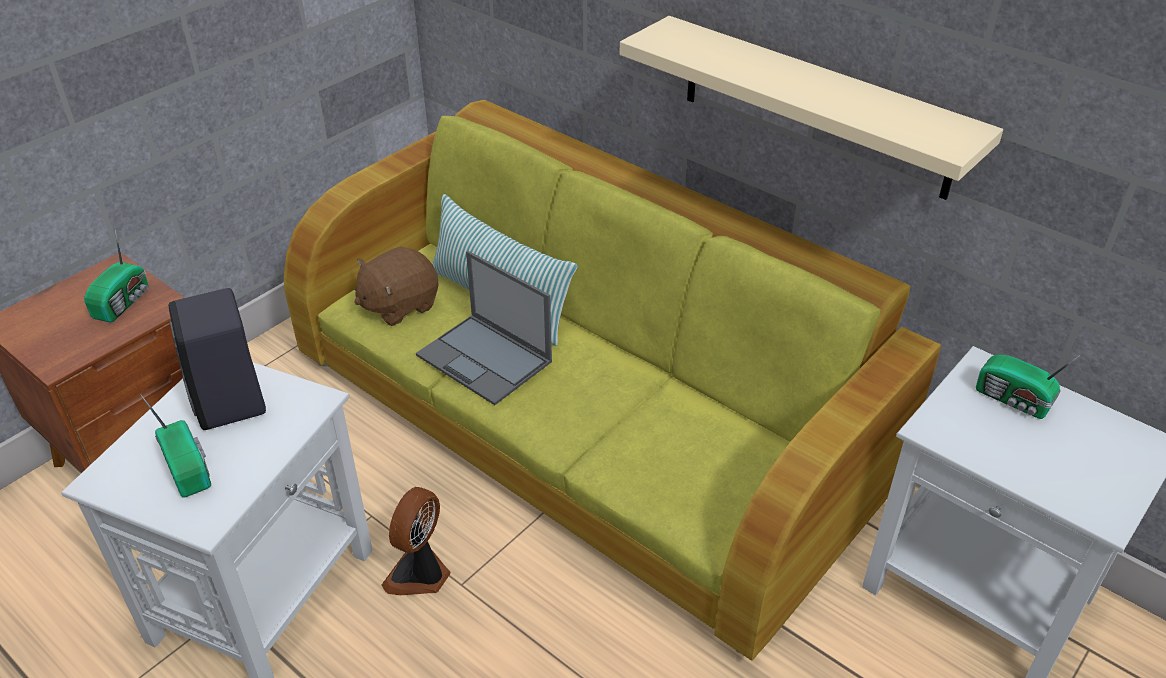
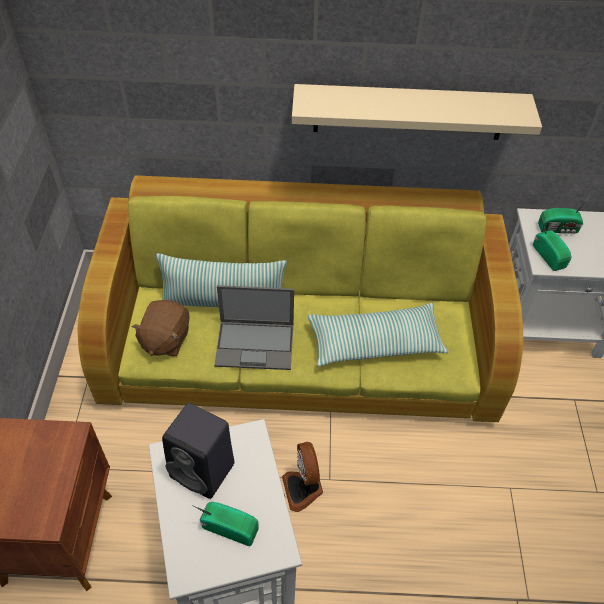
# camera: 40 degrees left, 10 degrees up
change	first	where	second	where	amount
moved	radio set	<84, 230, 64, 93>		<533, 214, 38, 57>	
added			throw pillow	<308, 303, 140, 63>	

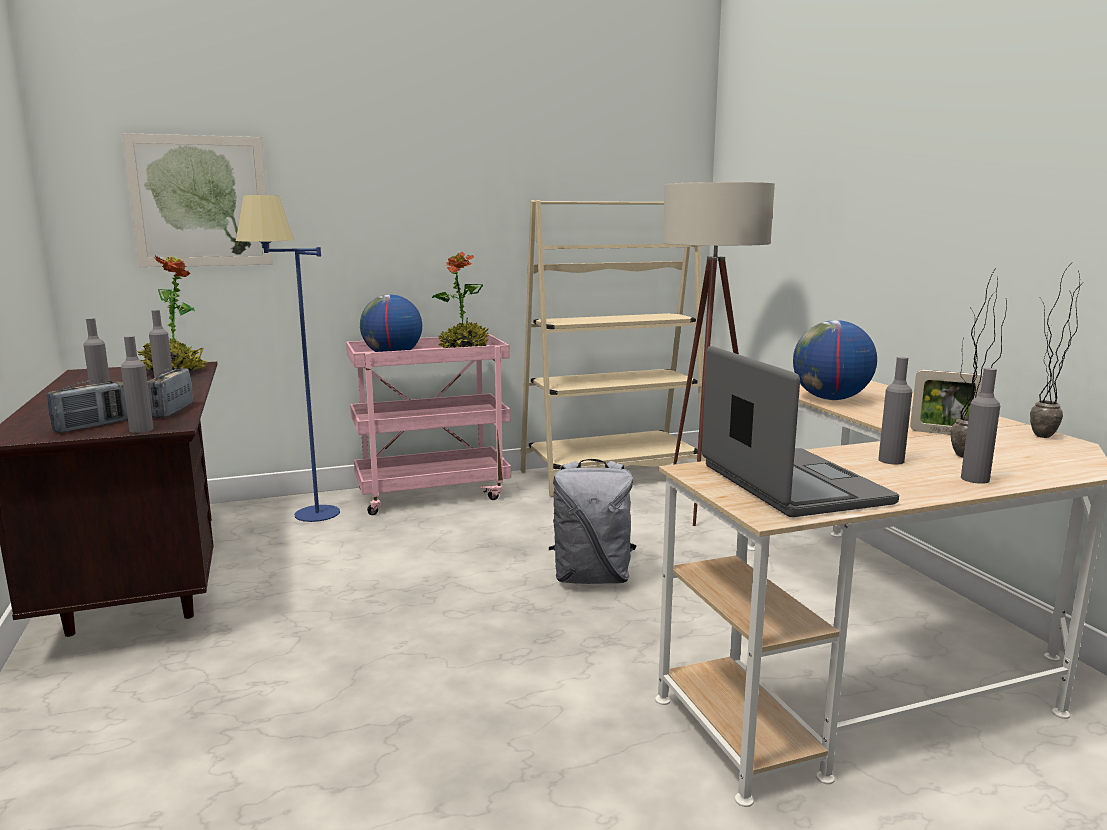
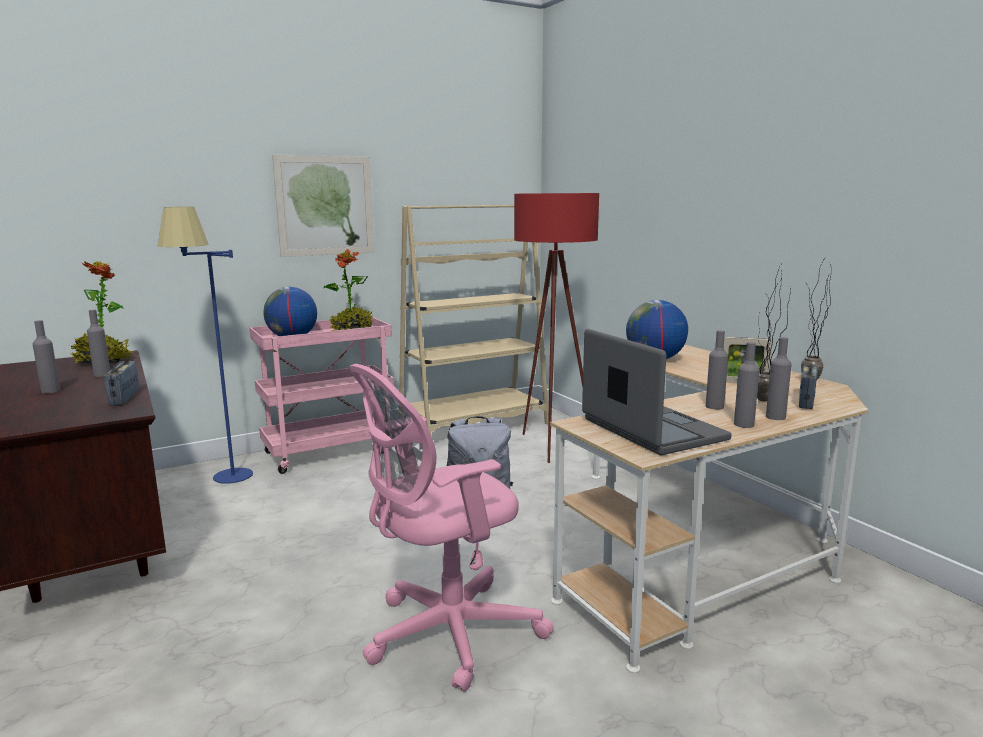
# camera: 10 degrees left, 0 degrees up
change	first	where	second	where	amount
moved	wall picture	<122, 133, 151, 134>		<272, 155, 102, 102>	
recoloured	standard lamp/beige	<663, 182, 112, 344>	standard lamp/reddish	<514, 193, 85, 270>	
moved	bottle/gray	<121, 336, 33, 97>		<734, 342, 25, 86>	
moved	radio set	<47, 380, 81, 53>		<799, 364, 18, 45>	
added			desk chair/pink	<349, 364, 205, 328>	

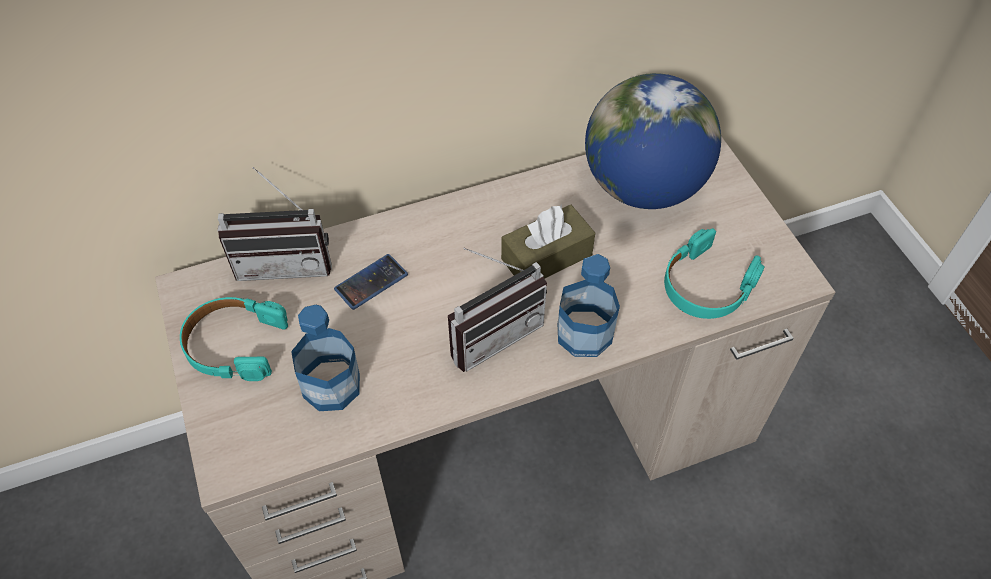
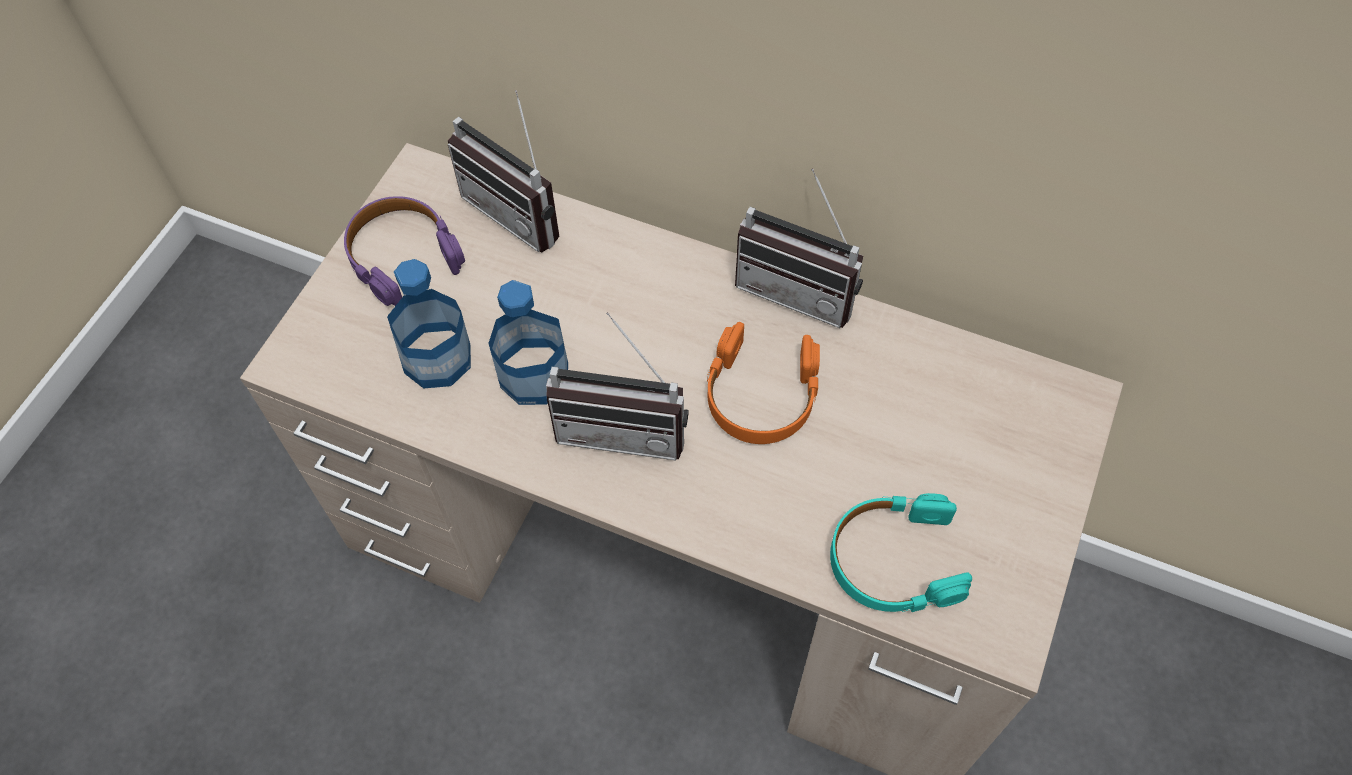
# camera: 45 degrees right, 5 degrees up
change	first	where	second	where	amount
removed	world globe	<585, 73, 136, 136>			
replaced	tissue holder/brown	<501, 204, 94, 75>	headset/orange-coloured	<707, 322, 113, 122>	
removed	telephone	<334, 254, 74, 56>			
moved	bottle	<558, 254, 62, 103>		<488, 280, 80, 125>	
recoloured	headset/turquoise-coloured	<180, 297, 108, 84>	headset/purplish	<344, 196, 121, 110>	
added			radio set	<735, 169, 128, 159>	

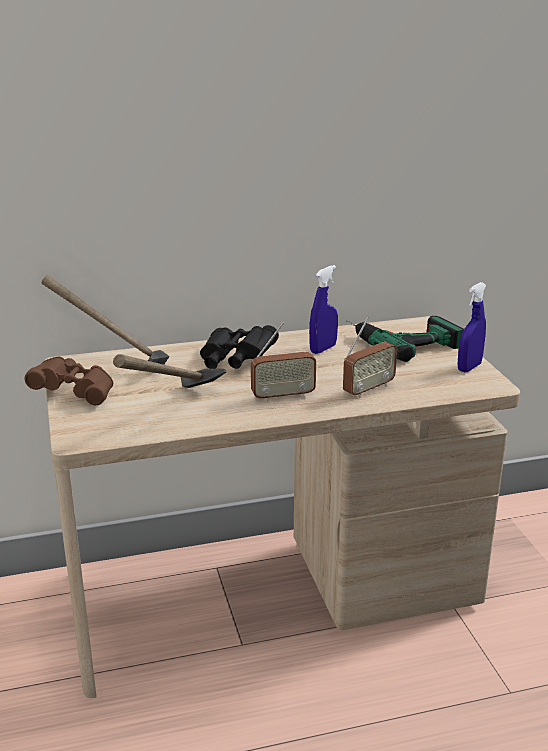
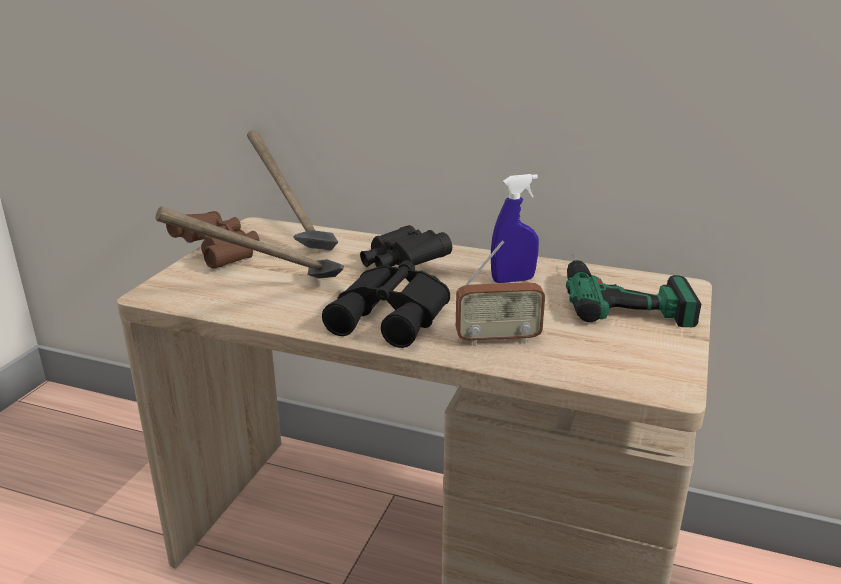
# camera: 35 degrees right, 0 degrees up
change	first	where	second	where	amount
removed	spray bottle/bluish	<458, 282, 29, 90>			
replaced	radio set	<251, 322, 65, 80>	pair of binoculars/blackish	<322, 260, 128, 88>	

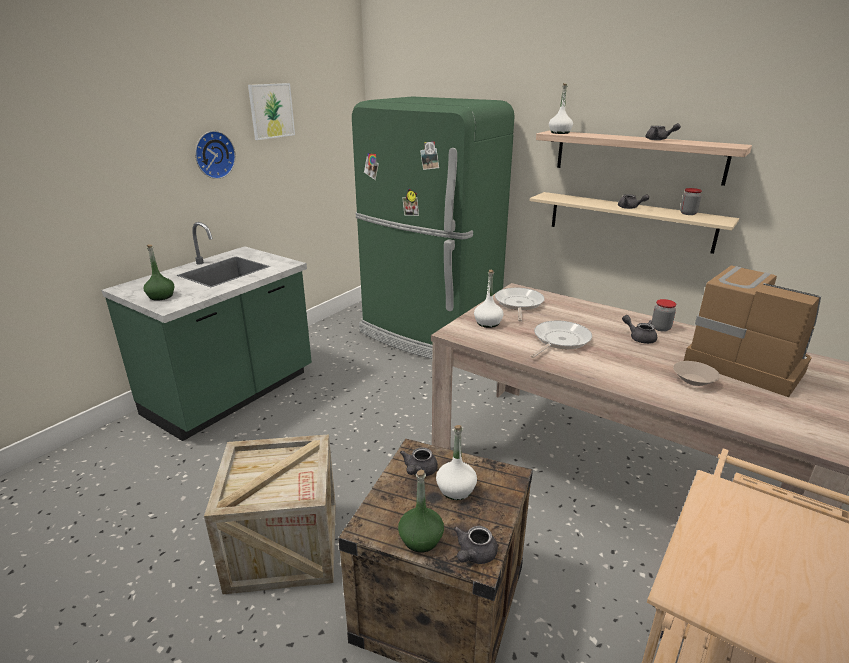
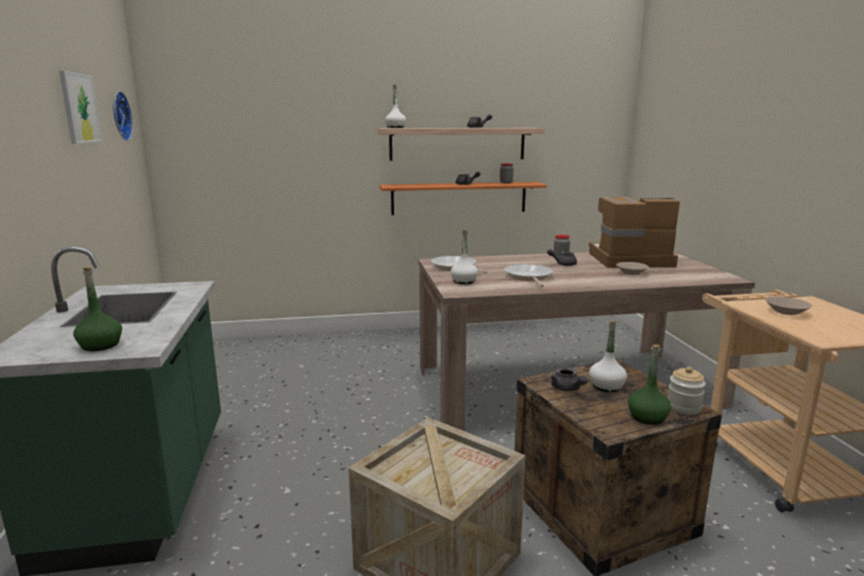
# camera: 45 degrees left, 10 degrees down
change	first	where	second	where	amount
removed	kitchen fridge/green	<352, 96, 162, 263>			
moved	wall clock	<195, 131, 41, 48>		<113, 91, 20, 50>	
recoloured	bracket shelf/beige	<530, 192, 209, 62>	bracket shelf/orange-coloured	<379, 182, 168, 33>	
replaced	pot for tea/gray	<453, 526, 45, 38>	jar	<668, 367, 38, 48>	
added			serving bowl/beige	<765, 297, 47, 18>	

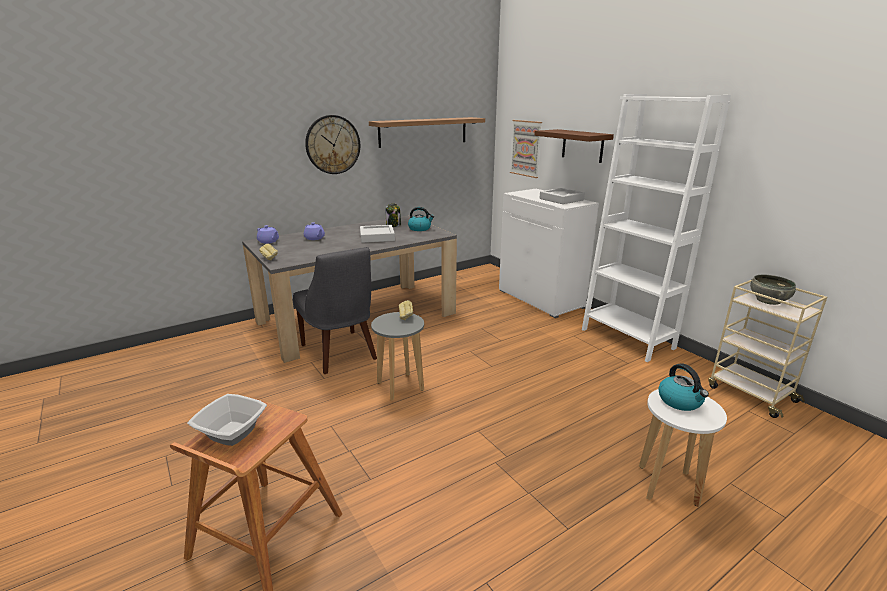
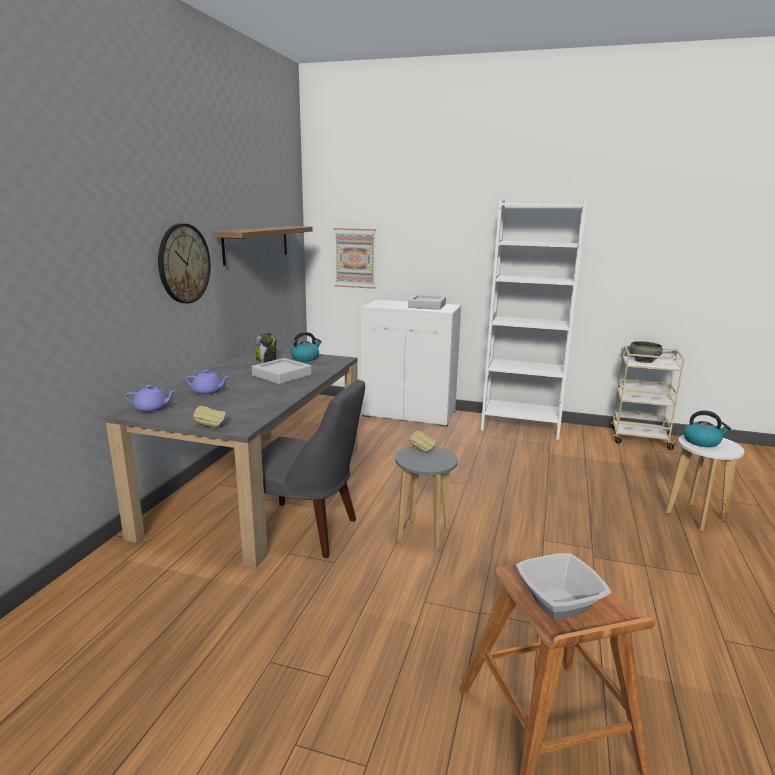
# camera: 40 degrees left, 5 degrees down
change	first	where	second	where	amount
removed	bracket shelf/brown	<534, 129, 80, 34>			

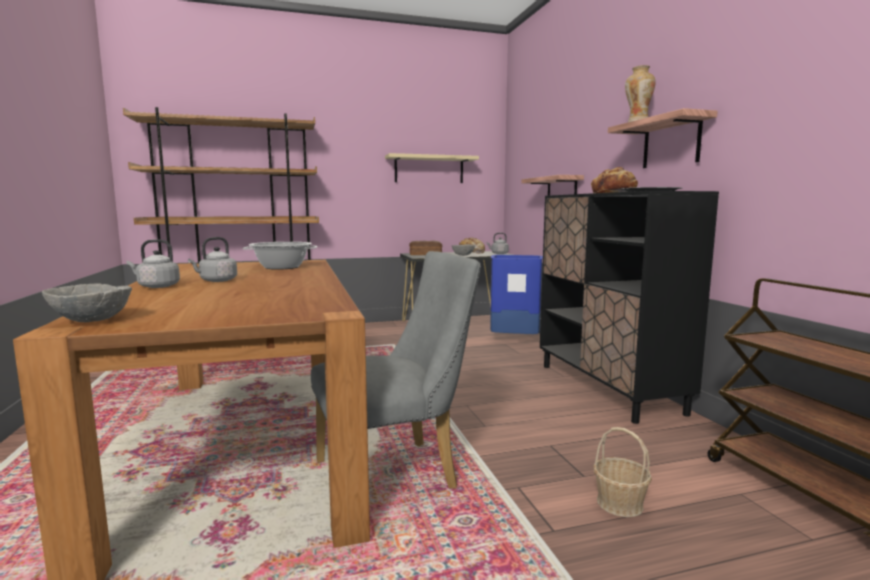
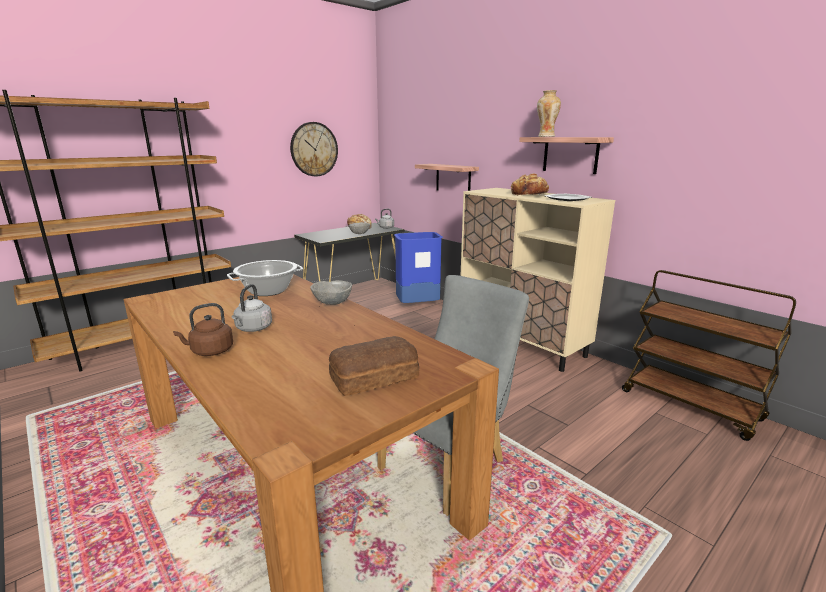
# camera: 25 degrees left, 10 degrees up
change	first	where	second	where	amount
replaced	bracket shelf/beige	<385, 153, 94, 30>	wall clock	<290, 122, 48, 54>	
recoloured	cabinet/blackish	<540, 191, 179, 233>	cabinet/beige	<461, 188, 154, 184>	
recoloured	kettle/gray	<127, 239, 53, 49>	kettle/brown	<173, 303, 60, 53>	
moved	bakery bread	<409, 240, 33, 15>		<329, 336, 90, 60>	
moved	serving bowl/gray	<42, 284, 90, 38>		<310, 280, 42, 25>	
removed	basket	<593, 427, 59, 90>			

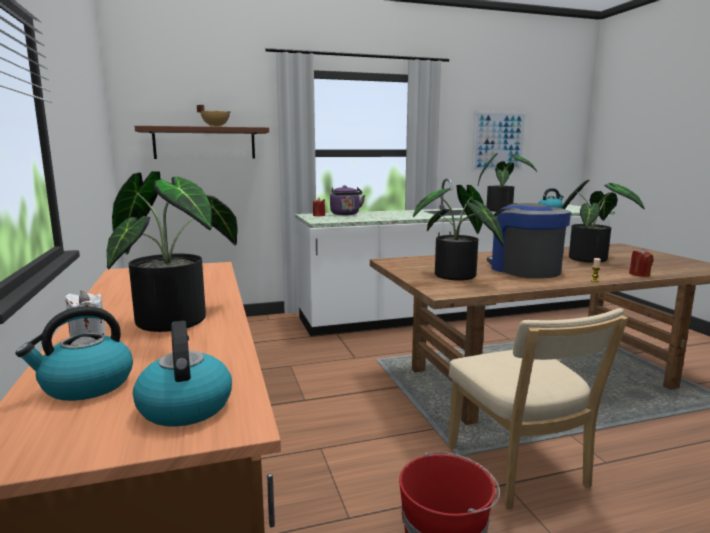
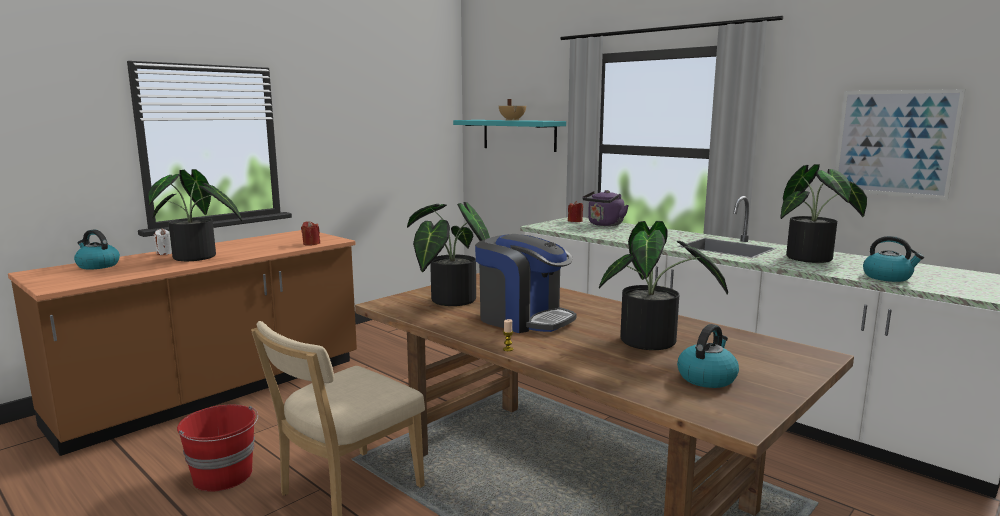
# camera: 60 degrees right, 0 degrees up
change	first	where	second	where	amount
recoloured	bracket shelf/brown	<135, 126, 134, 33>	bracket shelf/turquoise-coloured	<453, 120, 113, 32>	
turned	coffee machine	<487, 203, 84, 75>		<475, 234, 102, 99>	90 degrees clockwise
moved	wax light/reddish	<629, 249, 25, 28>		<301, 221, 19, 24>	
moved	kettle	<133, 321, 99, 106>		<677, 324, 62, 64>	

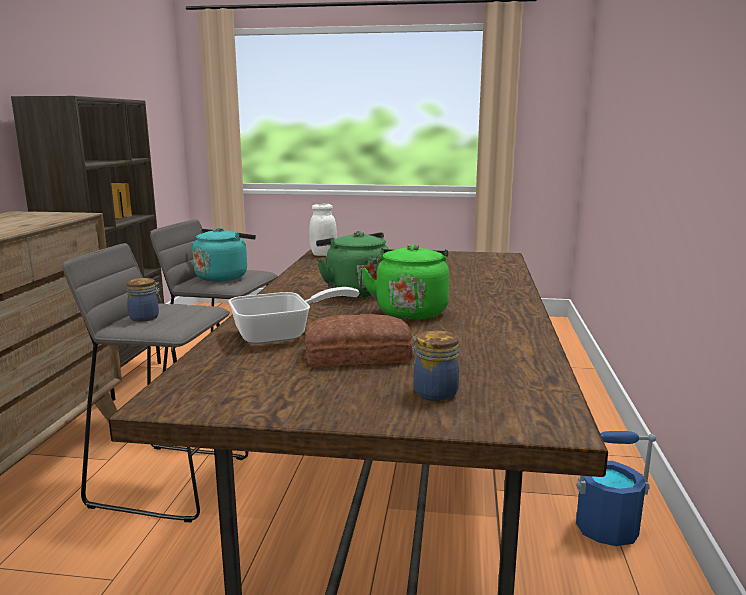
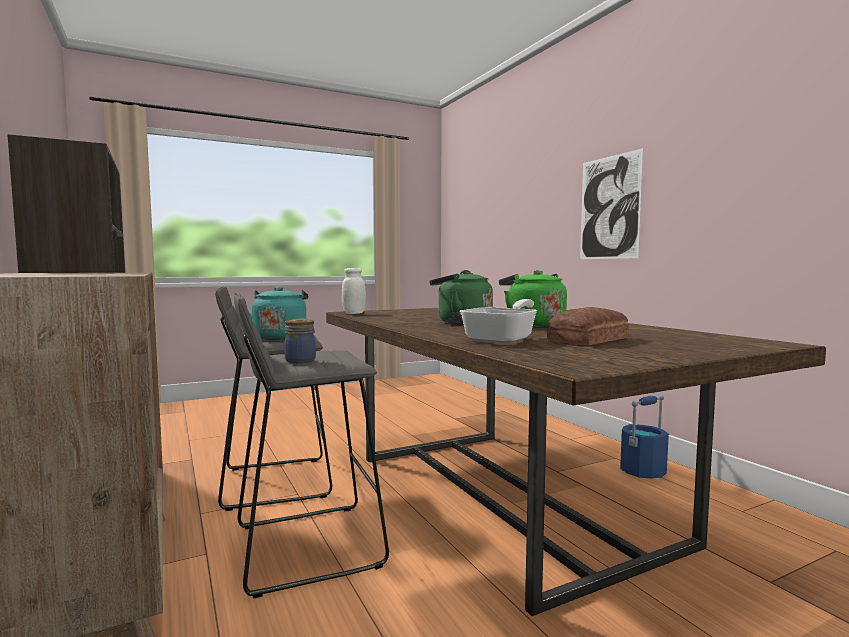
# camera: 35 degrees left, 10 degrees down
change	first	where	second	where	amount
removed	jar	<411, 331, 48, 70>			
added			wall picture	<580, 148, 63, 111>	

